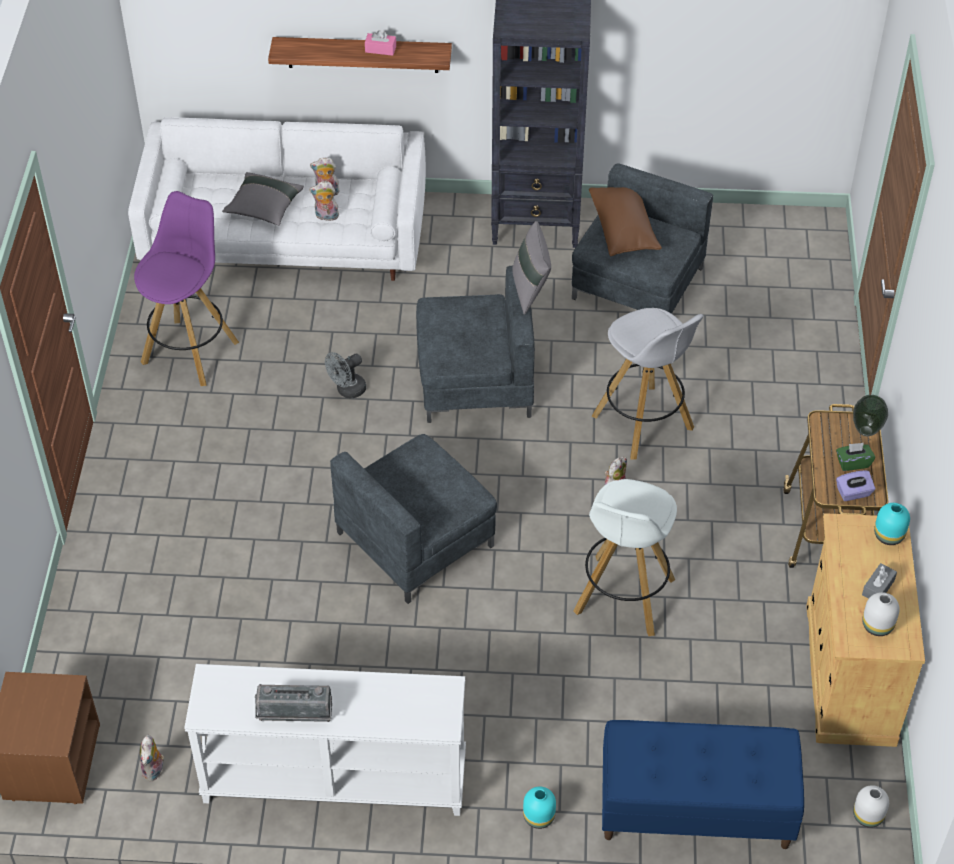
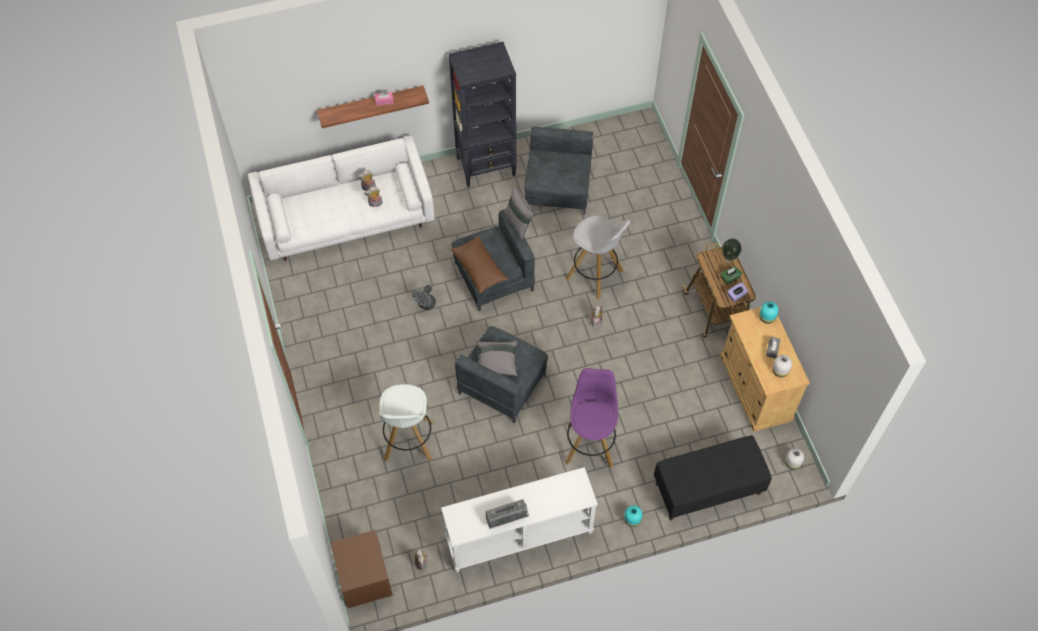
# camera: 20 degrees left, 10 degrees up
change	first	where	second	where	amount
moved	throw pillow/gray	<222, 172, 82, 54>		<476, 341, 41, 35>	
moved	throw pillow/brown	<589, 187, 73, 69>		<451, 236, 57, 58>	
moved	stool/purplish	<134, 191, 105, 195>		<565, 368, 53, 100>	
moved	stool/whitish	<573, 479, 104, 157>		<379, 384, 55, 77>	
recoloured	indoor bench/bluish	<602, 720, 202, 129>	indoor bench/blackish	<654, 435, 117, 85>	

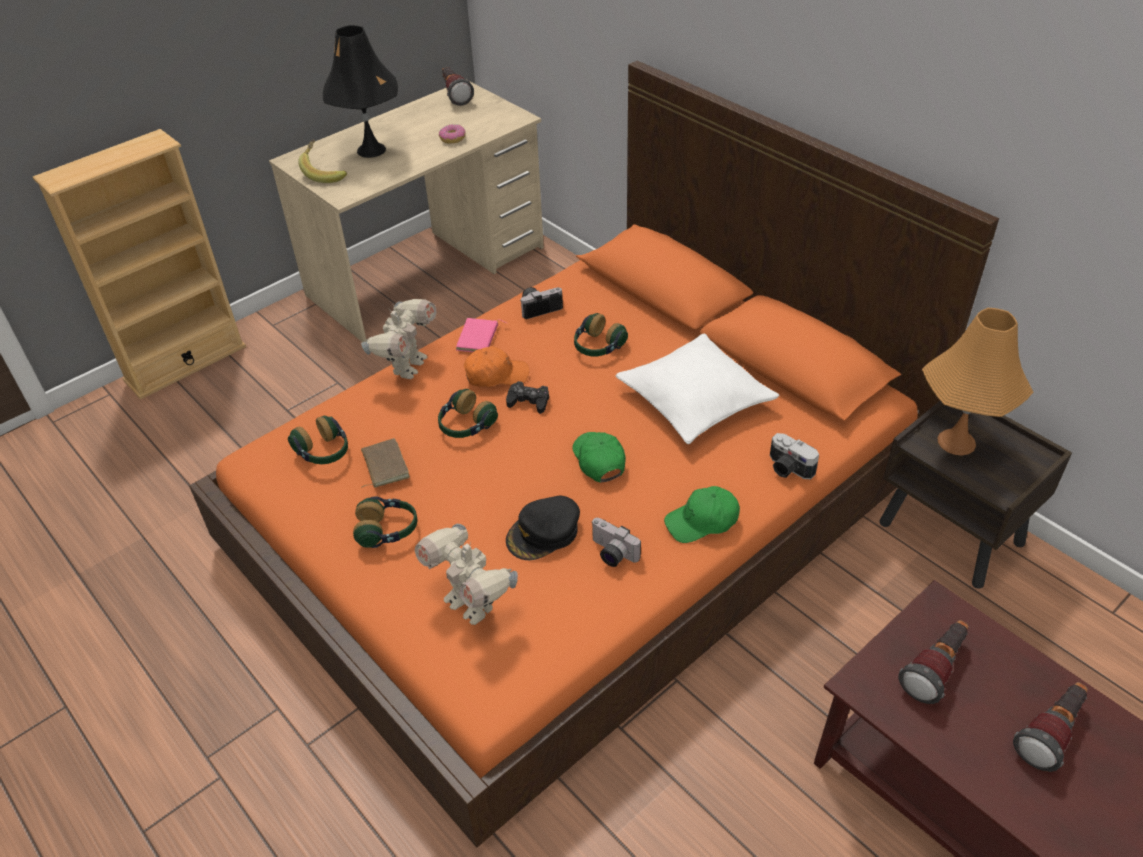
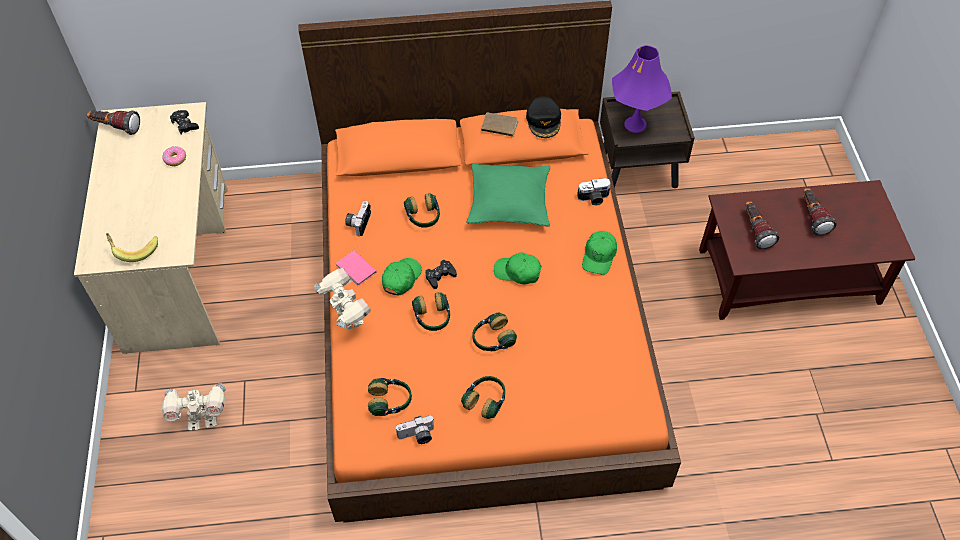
# camera: 55 degrees left, 10 degrees up
change	first	where	second	where	amount
removed	table lamp/blackish	<323, 25, 75, 133>			
removed	bookcase/beige	<33, 129, 213, 271>			
recoloured	table lamp/orange-coloured	<922, 308, 111, 147>	table lamp/purplish	<612, 45, 60, 88>	
recoloured	throw pillow/whitish	<616, 334, 163, 110>	throw pillow/green	<467, 163, 83, 63>	
recoloured	peaked cap/orange-coloured	<464, 346, 65, 41>	peaked cap/green	<382, 258, 40, 38>	
moved	bound book/brown	<361, 438, 49, 50>		<481, 112, 38, 27>	
moved	peaked cap/blackish	<506, 496, 74, 64>		<526, 96, 35, 42>	
moved	still camera	<591, 518, 50, 49>		<396, 416, 38, 28>	
moved	robot figure	<415, 524, 103, 101>		<162, 383, 63, 48>	
added			game controller/blackish	<170, 110, 29, 24>	
added			headset	<472, 312, 45, 39>	

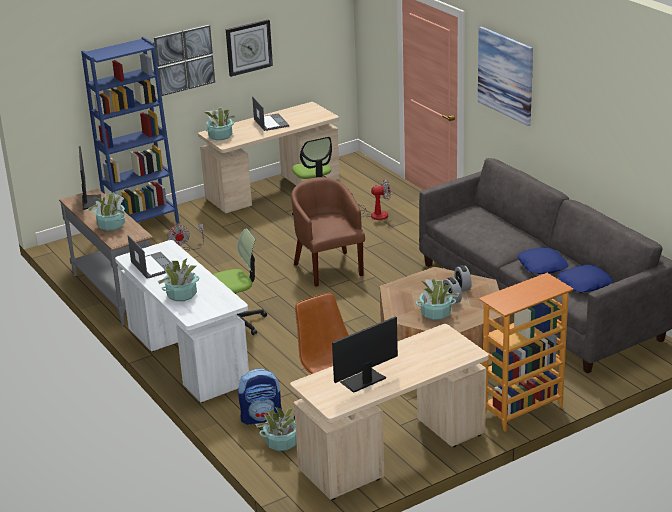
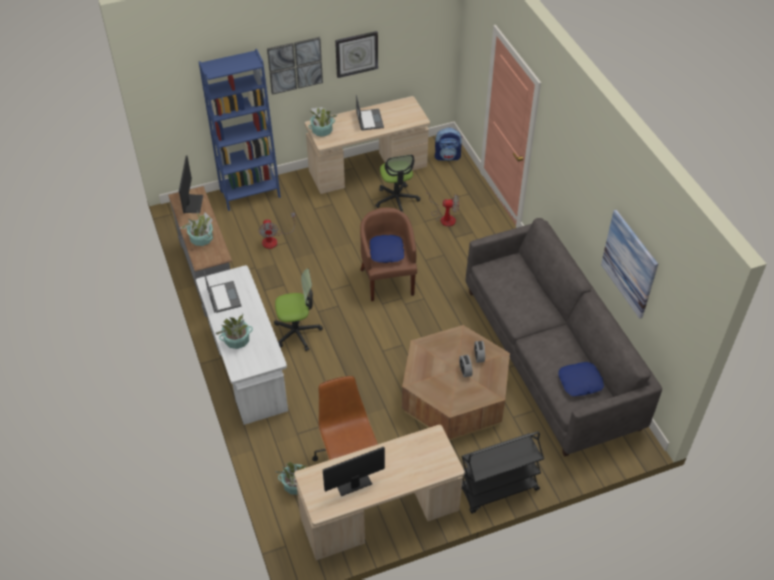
# camera: 10 degrees right, 20 degrees up
change	first	where	second	where	amount
moved	wall picture	<478, 26, 55, 100>		<601, 210, 57, 109>	
moved	throw pillow/bluish	<518, 247, 50, 27>		<370, 235, 34, 28>	
replaced	bookcase	<479, 273, 94, 159>	trolley/blackish	<461, 431, 83, 83>	
removed	potted plant	<416, 278, 43, 42>			
moved	rucksack	<238, 368, 44, 56>		<435, 128, 27, 33>	

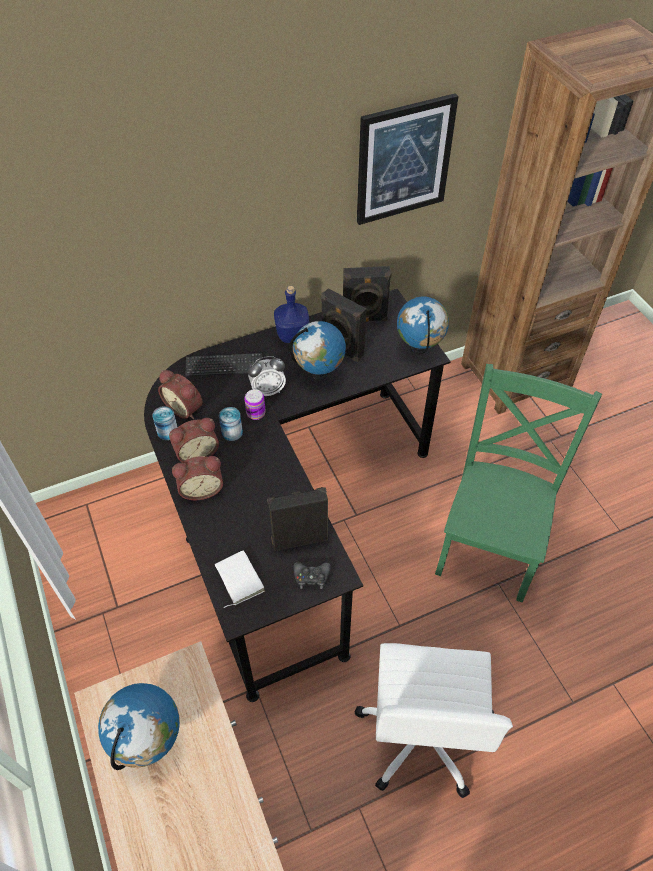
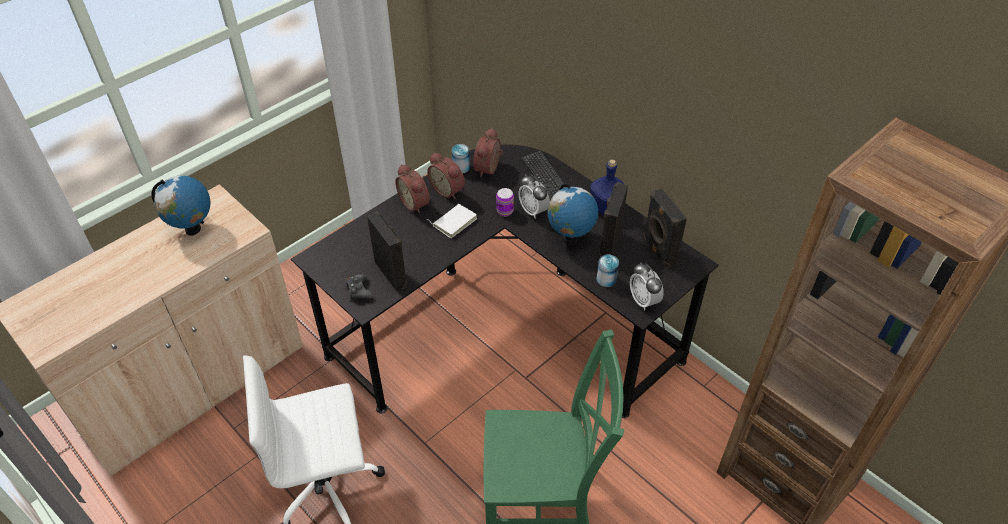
# camera: 70 degrees right, 5 degrees down
change	first	where	second	where	amount
removed	wall picture	<357, 93, 101, 132>			
replaced	world globe	<397, 297, 52, 57>	table clock	<630, 262, 34, 48>	
moved	can	<219, 407, 24, 34>		<597, 254, 22, 33>	
moved	bound book/whitish	<215, 550, 50, 58>		<427, 204, 50, 34>	

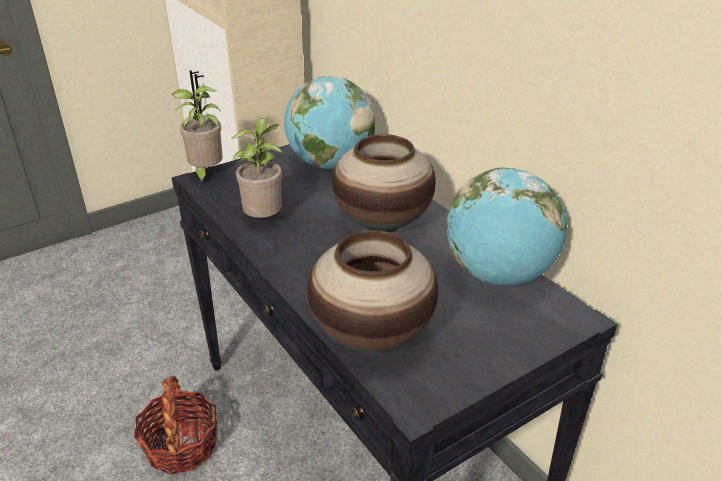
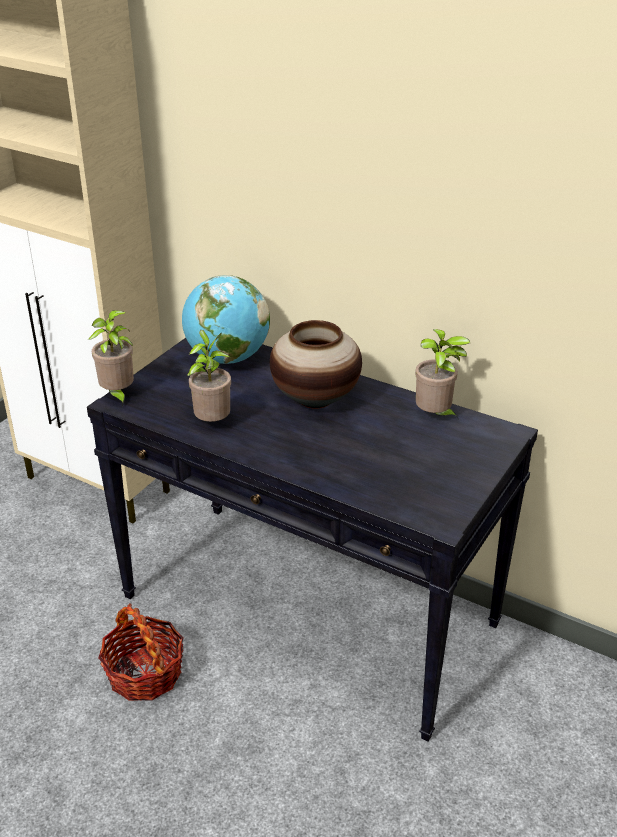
# camera: 25 degrees left, 0 degrees up
change	first	where	second	where	amount
replaced	world globe	<446, 168, 121, 118>	potted plant	<415, 329, 55, 89>	
removed	flower vase	<307, 230, 131, 122>			

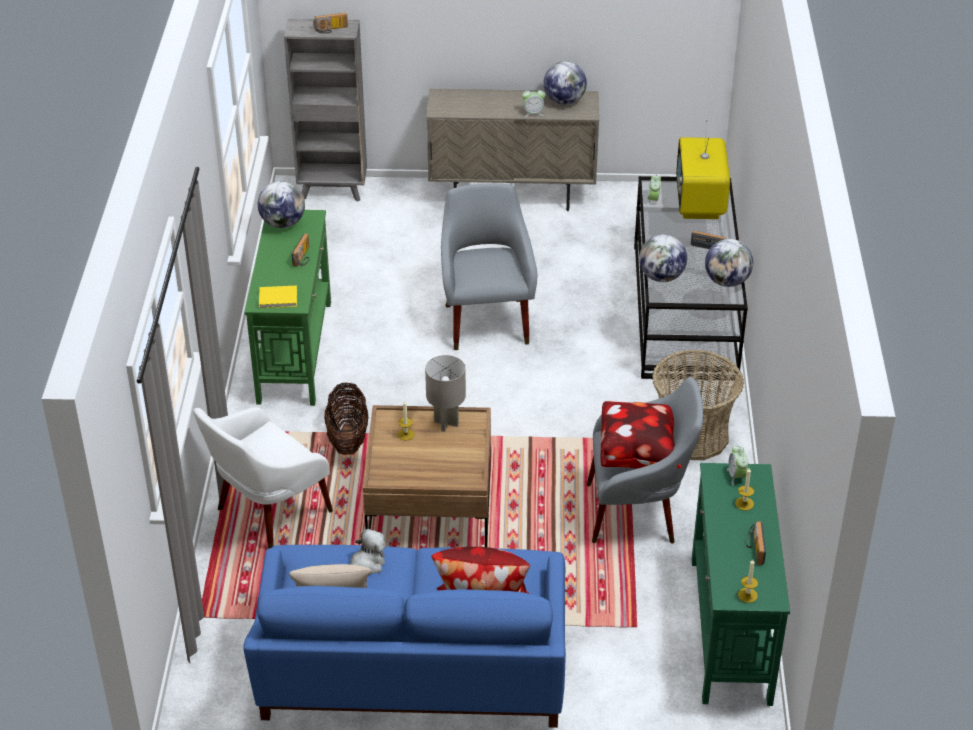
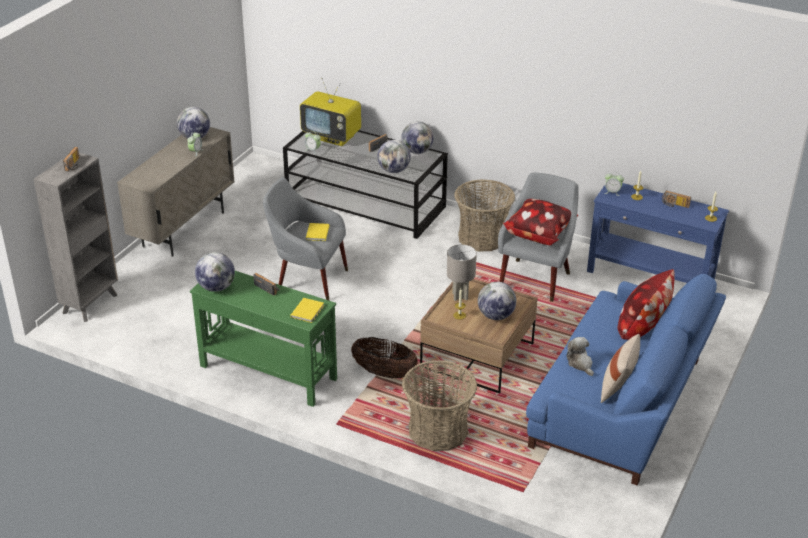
# camera: 65 degrees left, 5 degrees down
change	first	where	second	where	amount
replaced	lounge chair/whitish	<193, 407, 140, 142>	basket	<402, 360, 75, 91>	
recoloured	console table/green	<692, 463, 98, 243>	console table/bluish	<587, 183, 142, 100>	
added			bound book/yellow-coloured	<306, 223, 23, 18>	
added			world globe	<478, 282, 38, 38>	

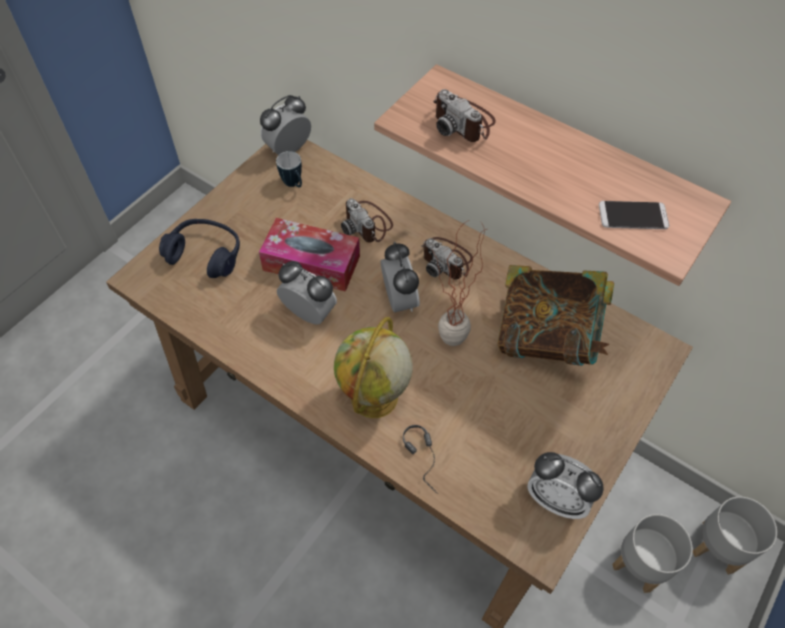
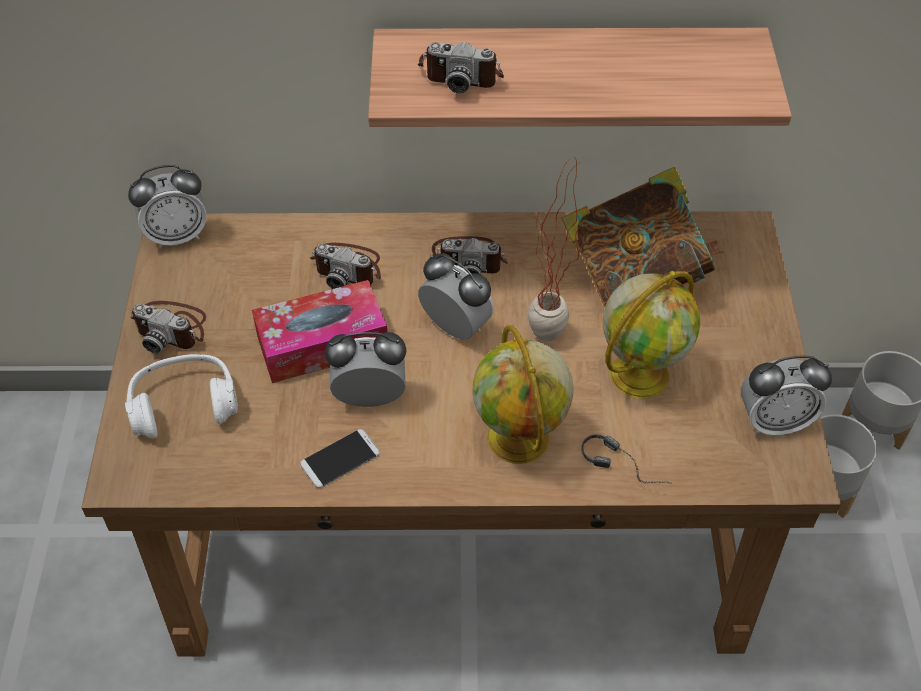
# camera: 35 degrees left, 5 degrees down
change	first	where	second	where	amount
turned	table clock	<260, 95, 51, 60>		<128, 165, 79, 83>	120 degrees counterclockwise
removed	coffee mug	<276, 151, 26, 36>			
moved	telephone	<599, 201, 70, 28>		<300, 429, 80, 59>	
recoloured	headset/bluish	<159, 219, 81, 59>	headset/whitish	<125, 354, 113, 84>	
added			world globe	<603, 271, 97, 128>	
added			still camera	<130, 301, 76, 53>	

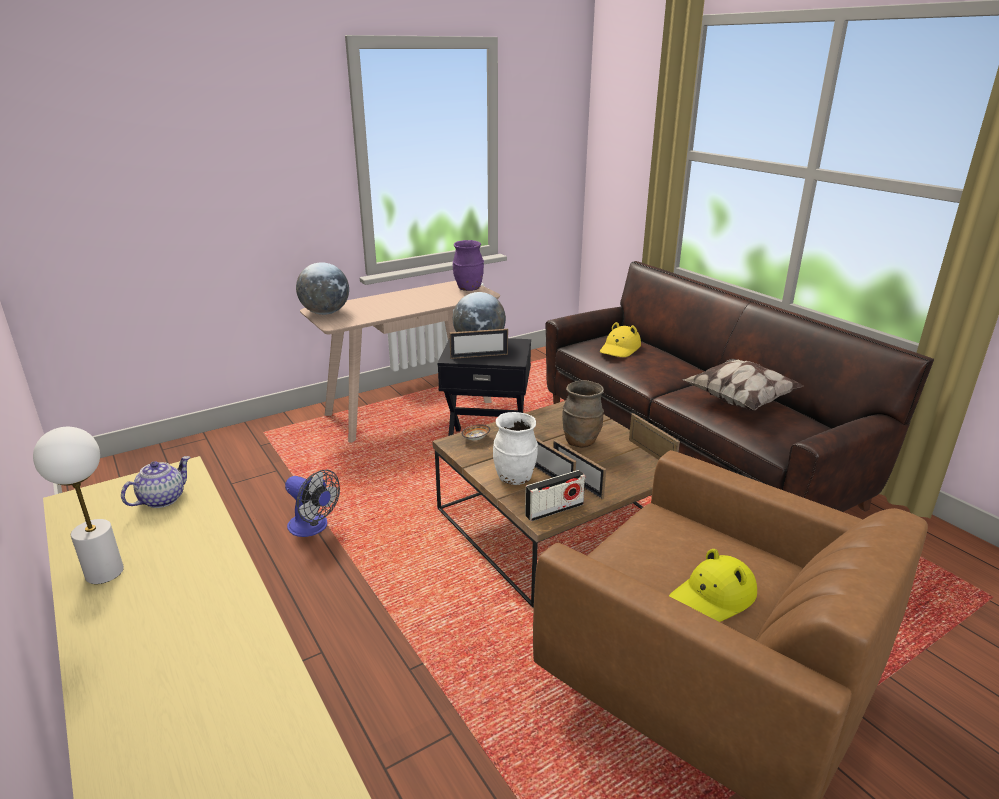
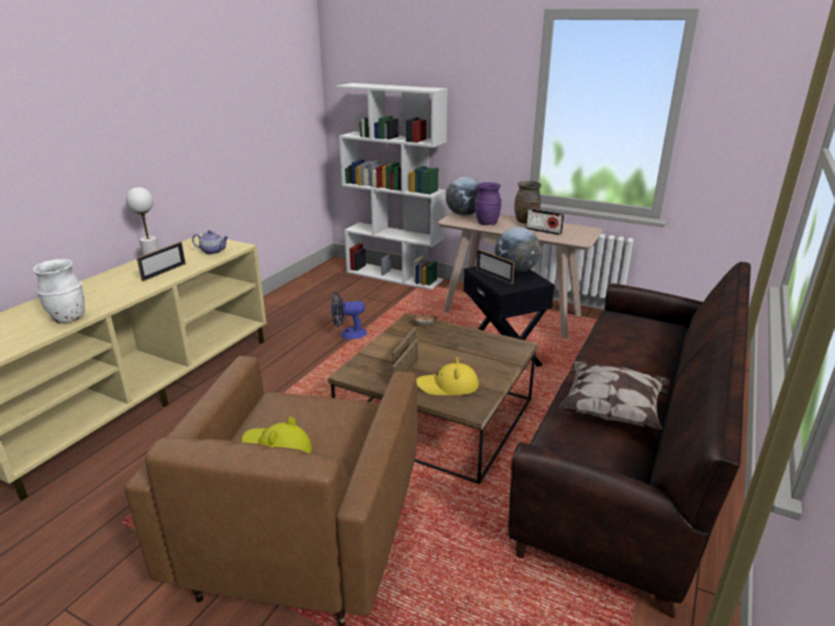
# camera: 60 degrees right, 0 degrees up
change	first	where	second	where	amount
moved	flower vase/purplish	<453, 240, 31, 51>		<475, 182, 27, 43>	
moved	clothing hat/yellow-coloured	<600, 322, 41, 35>		<416, 357, 63, 38>	
moved	flower vase/brown	<562, 380, 42, 67>		<514, 181, 27, 42>	
moved	flower vase/whitish	<493, 412, 45, 73>		<33, 259, 52, 64>	
moved	photo frame	<629, 413, 51, 47>		<137, 242, 49, 39>	
turned	fan	<285, 470, 55, 67>		<331, 292, 36, 48>	75 degrees clockwise
moved	radio set	<525, 470, 60, 51>		<526, 208, 38, 27>	
added			bookcase/whitish	<336, 83, 112, 207>	

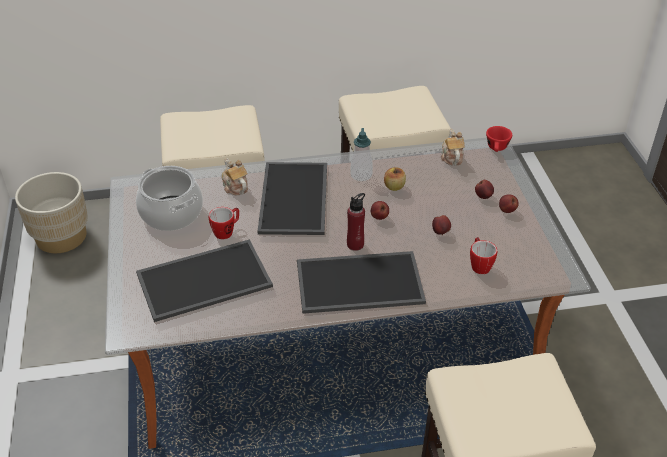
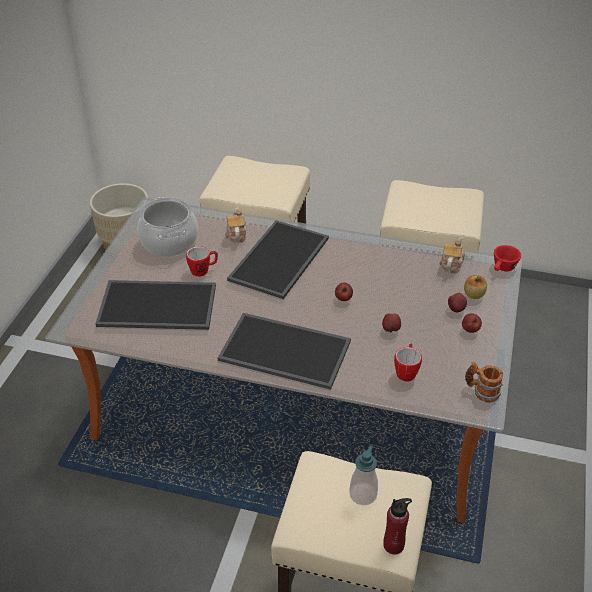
# camera: 25 degrees right, 0 degrees up
change	first	where	second	where	amount
moved	liquid soap bottle	<350, 128, 23, 53>		<349, 446, 29, 59>	
moved	apple	<384, 167, 22, 24>		<464, 275, 23, 24>	
moved	bottle/reddish	<347, 193, 18, 58>		<383, 498, 29, 56>	
added			coffee mug	<465, 362, 38, 41>	

